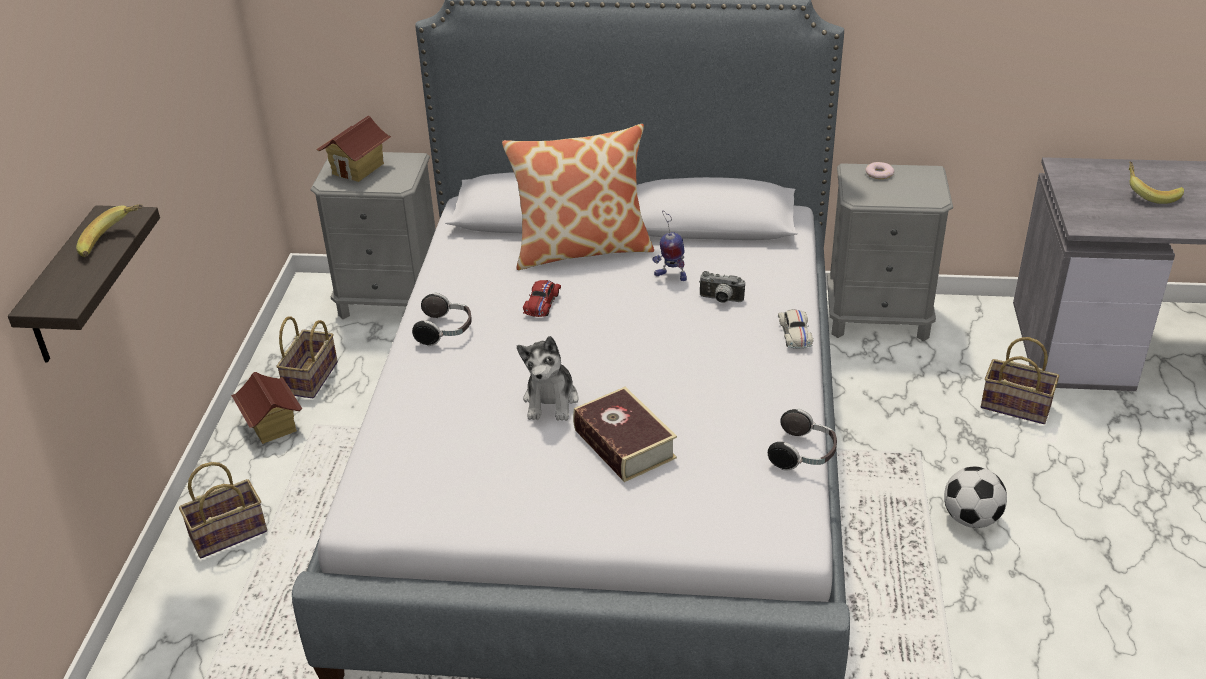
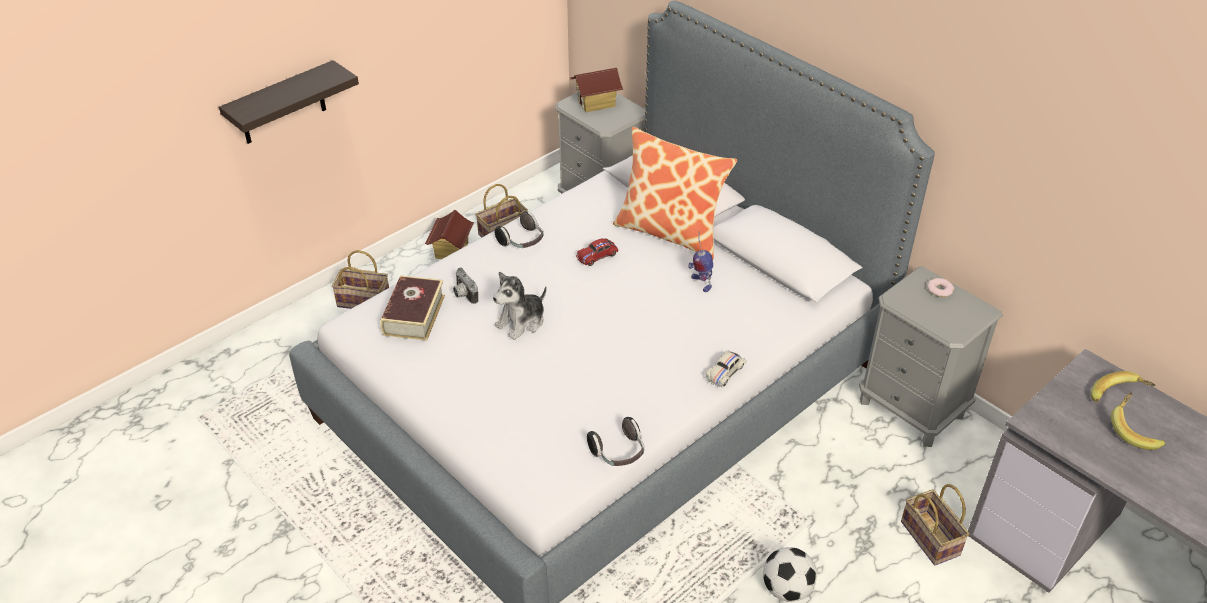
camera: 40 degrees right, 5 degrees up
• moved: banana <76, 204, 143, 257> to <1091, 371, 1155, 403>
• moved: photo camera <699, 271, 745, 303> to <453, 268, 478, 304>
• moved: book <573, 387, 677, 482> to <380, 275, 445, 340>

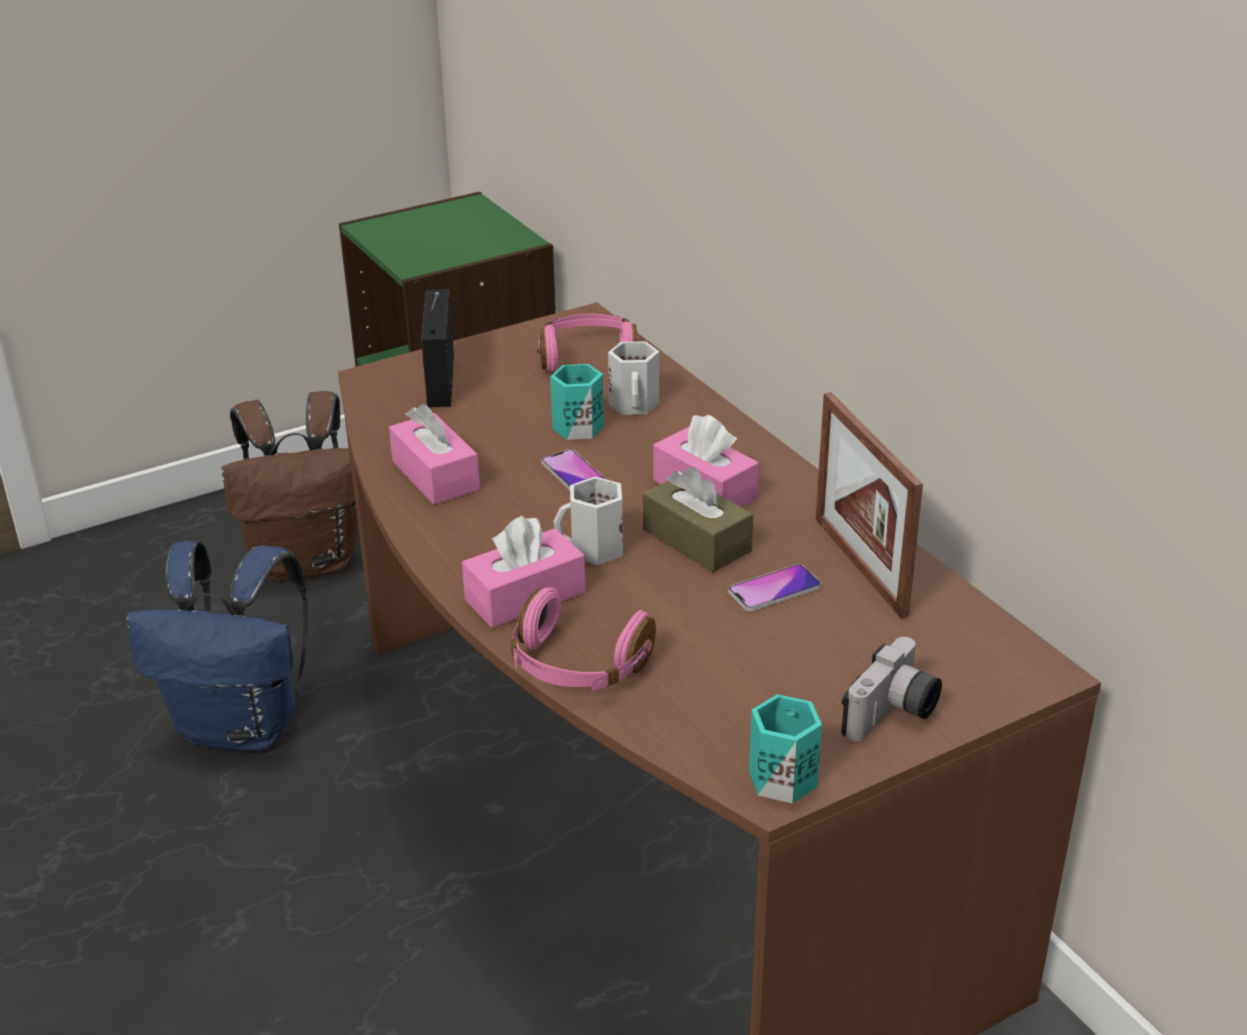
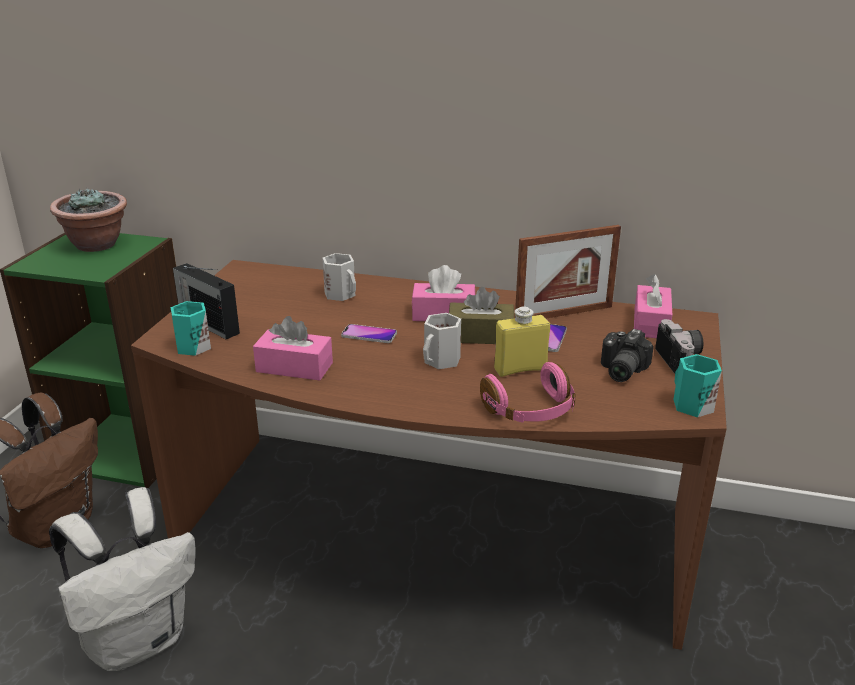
camera: 45 degrees left, 5 degrees down
• removed: pink headphones <537, 314, 641, 372>
• moved: turquoise mug <550, 364, 604, 440> to <170, 301, 211, 356>
• turned: picture frame <816, 392, 923, 619> = <515, 225, 621, 319> 45 degrees counterclockwise
• moved: pink tissue box <462, 516, 585, 628> to <634, 274, 672, 338>
• recoloured: blue backpack <127, 541, 308, 751> to white backpack <49, 487, 196, 671>
• added: potted plant <50, 187, 127, 252>
• added: yellow bottle <494, 306, 550, 377>
• added: photo camera <601, 329, 654, 382>

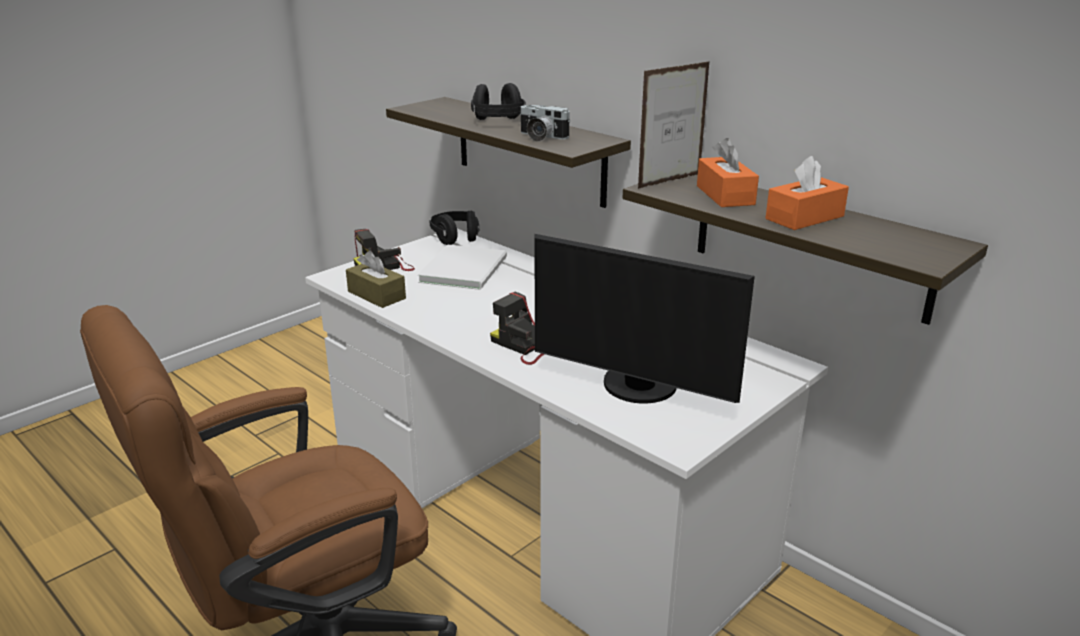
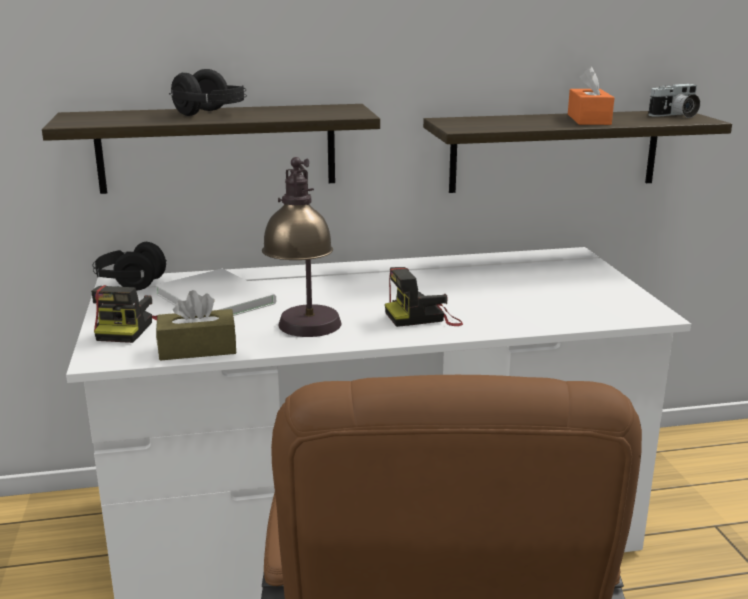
camera: 55 degrees left, 5 degrees down
• removed: picture frame <638, 61, 710, 189>
• moved: photo camera <520, 105, 570, 142> to <648, 84, 700, 118>
• removed: orange tissue box <697, 138, 759, 207>
• removed: monitor <534, 234, 755, 403>
• added: table lamp <262, 157, 342, 337>

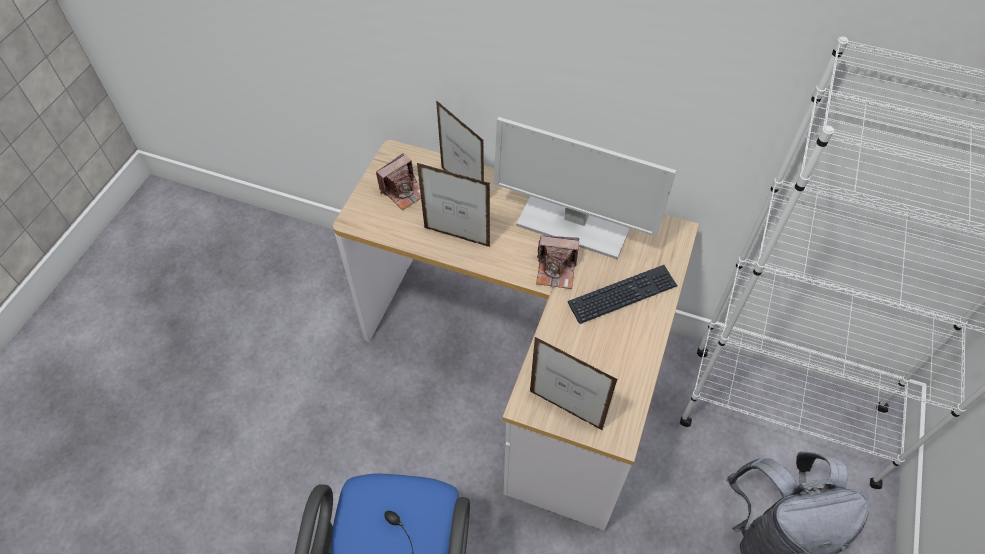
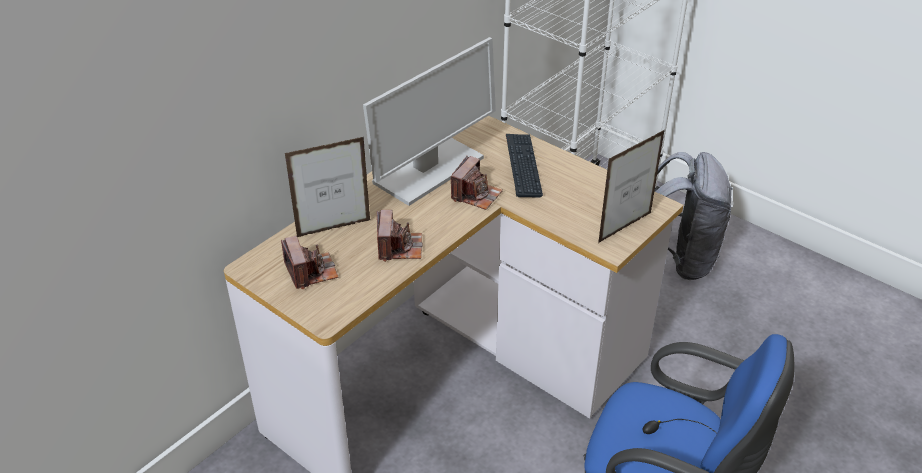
camera: 70 degrees left, 15 degrees down
• replaced: picture frame <417, 163, 490, 247> to photo camera <377, 210, 423, 262>

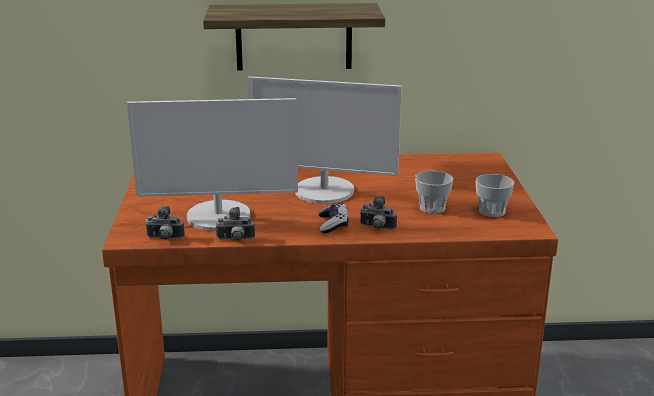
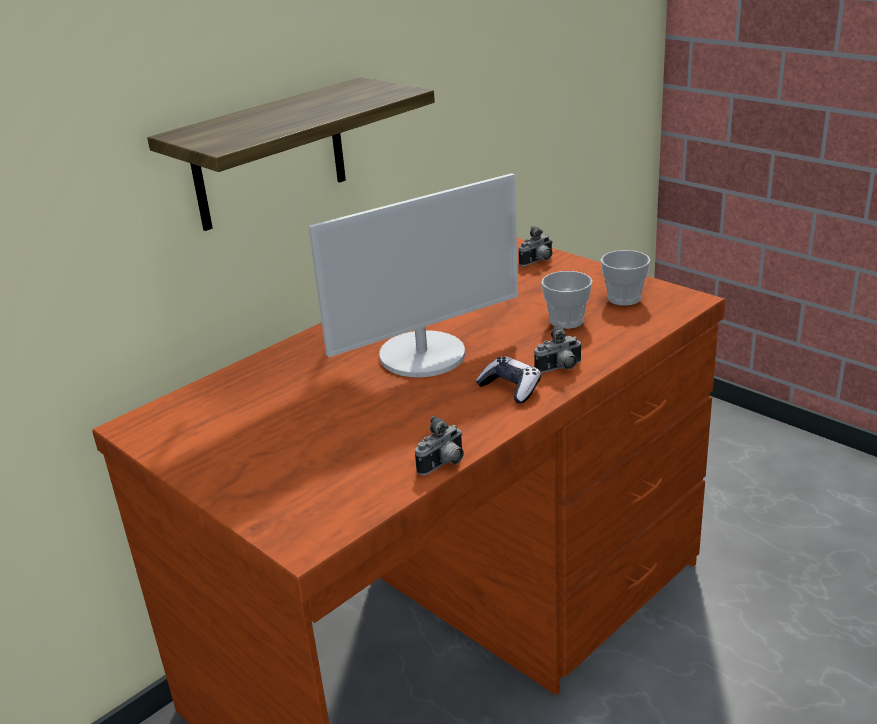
camera: 40 degrees left, 5 degrees up
• removed: monitor <127, 98, 298, 231>
• moved: photo camera <145, 206, 185, 240> to <518, 226, 553, 266>

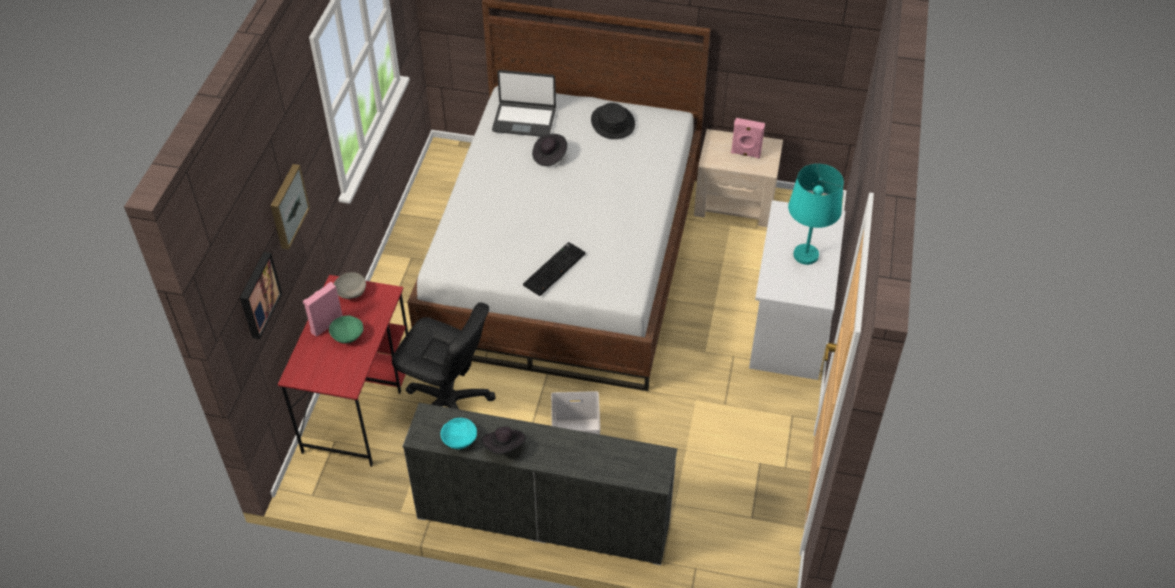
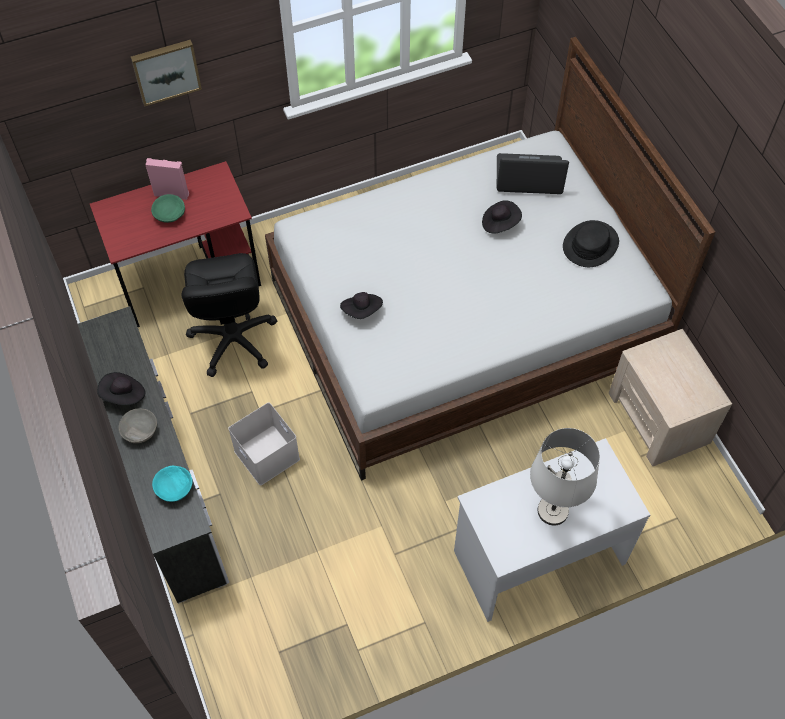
camera: 55 degrees right, 10 degrees up
• turned: laptop <492, 70, 556, 137> = <497, 153, 569, 194> 120 degrees clockwise
• removed: pink speaker <731, 118, 765, 159>
• recoloured: turquoise table lamp <788, 164, 844, 265> to white table lamp <530, 428, 600, 525>
• replaced: keyboard <523, 242, 585, 296> to black hat <340, 292, 383, 319>
• removed: picture <240, 252, 282, 339>
• moved: grey bowl <334, 272, 366, 299> to <119, 408, 157, 443>
• moved: turquoise bowl <440, 418, 477, 449> to <152, 466, 193, 502>

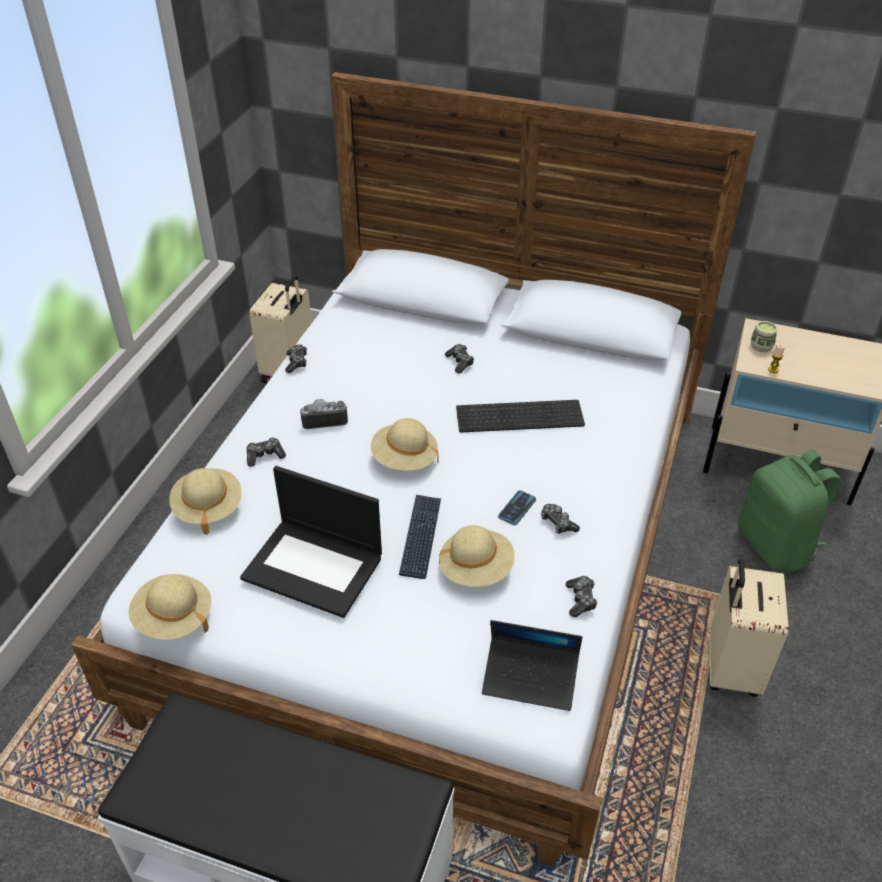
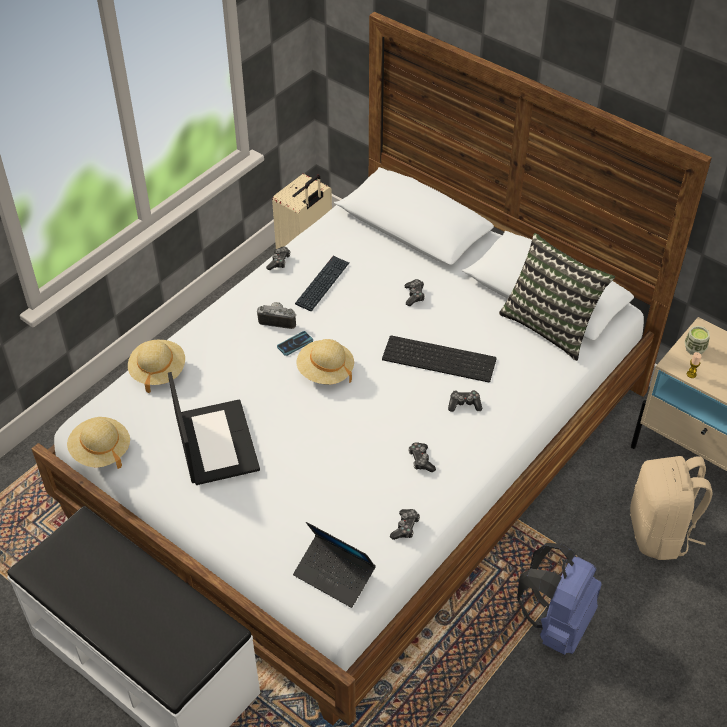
camera: 20 degrees right, 5 degrees up
• moved: game controller <247, 438, 286, 467> to <448, 390, 482, 412>
• recoloured: green backpack <738, 449, 841, 571> to beige backpack <630, 456, 712, 560>
• turned: laptop <240, 466, 382, 618> = <168, 372, 260, 485> 150 degrees counterclockwise
• moved: phone <498, 490, 536, 525> to <277, 331, 313, 356>
• moved: keyboard <399, 495, 441, 579> to <295, 256, 349, 311>
• removed: beige hat <439, 525, 515, 587>
• replaced: beige suitcase <709, 559, 789, 697> to blue backpack <517, 543, 602, 655>
• added: pillow <499, 233, 615, 361>

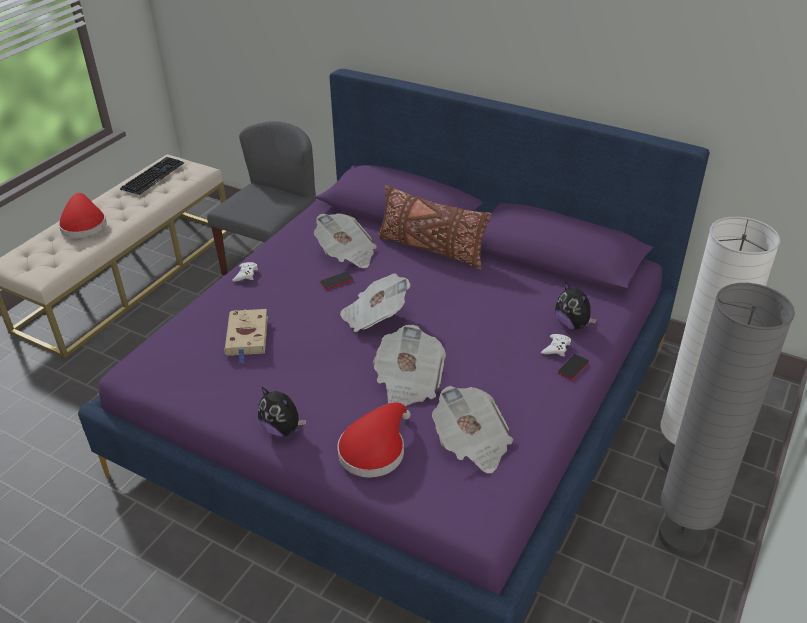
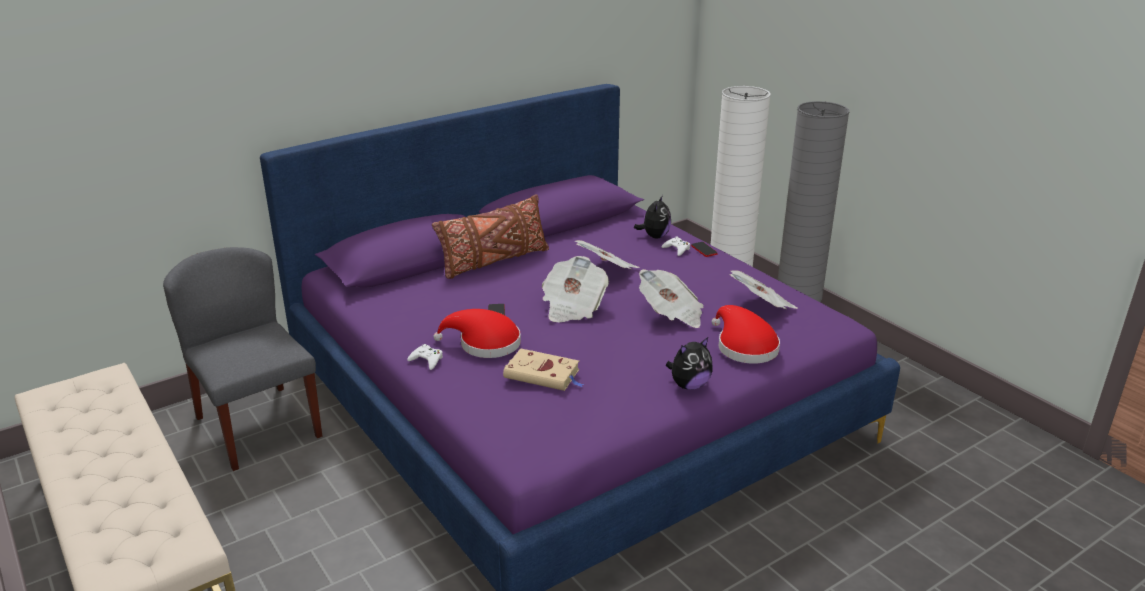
camera: 65 degrees left, 10 degrees down
• removed: keyboard <120, 157, 184, 195>
• moved: red hat <59, 193, 107, 238> to <434, 309, 521, 358>
• moved: newspaper <314, 213, 377, 268> to <575, 240, 640, 269>
• turned: plush toy <555, 282, 597, 330> = <634, 195, 671, 238> 60 degrees counterclockwise

